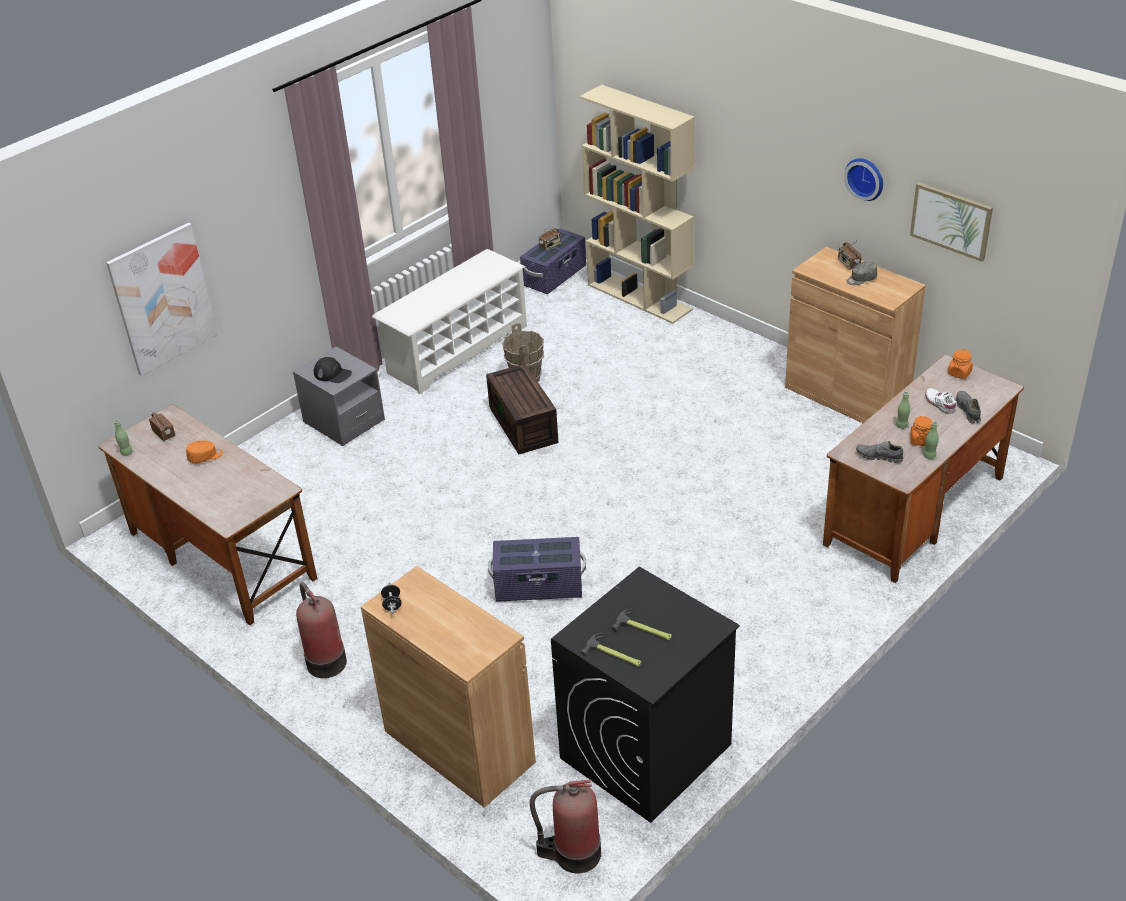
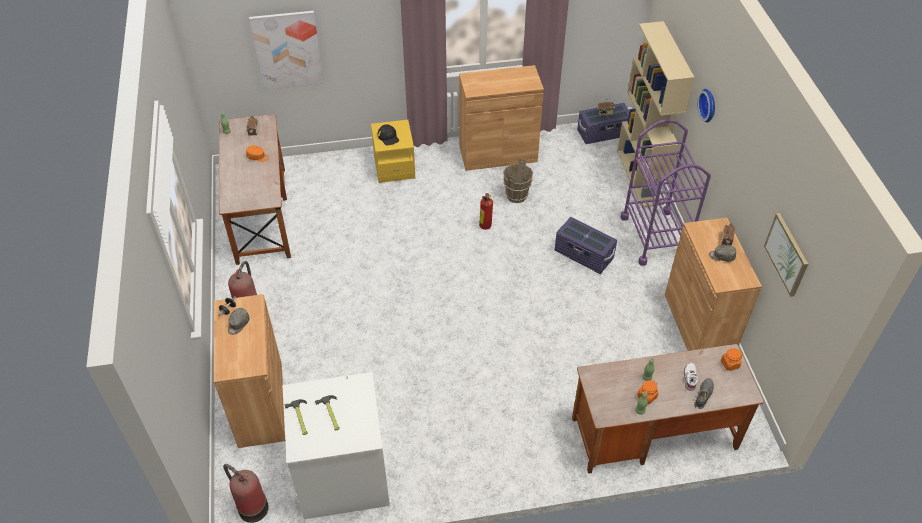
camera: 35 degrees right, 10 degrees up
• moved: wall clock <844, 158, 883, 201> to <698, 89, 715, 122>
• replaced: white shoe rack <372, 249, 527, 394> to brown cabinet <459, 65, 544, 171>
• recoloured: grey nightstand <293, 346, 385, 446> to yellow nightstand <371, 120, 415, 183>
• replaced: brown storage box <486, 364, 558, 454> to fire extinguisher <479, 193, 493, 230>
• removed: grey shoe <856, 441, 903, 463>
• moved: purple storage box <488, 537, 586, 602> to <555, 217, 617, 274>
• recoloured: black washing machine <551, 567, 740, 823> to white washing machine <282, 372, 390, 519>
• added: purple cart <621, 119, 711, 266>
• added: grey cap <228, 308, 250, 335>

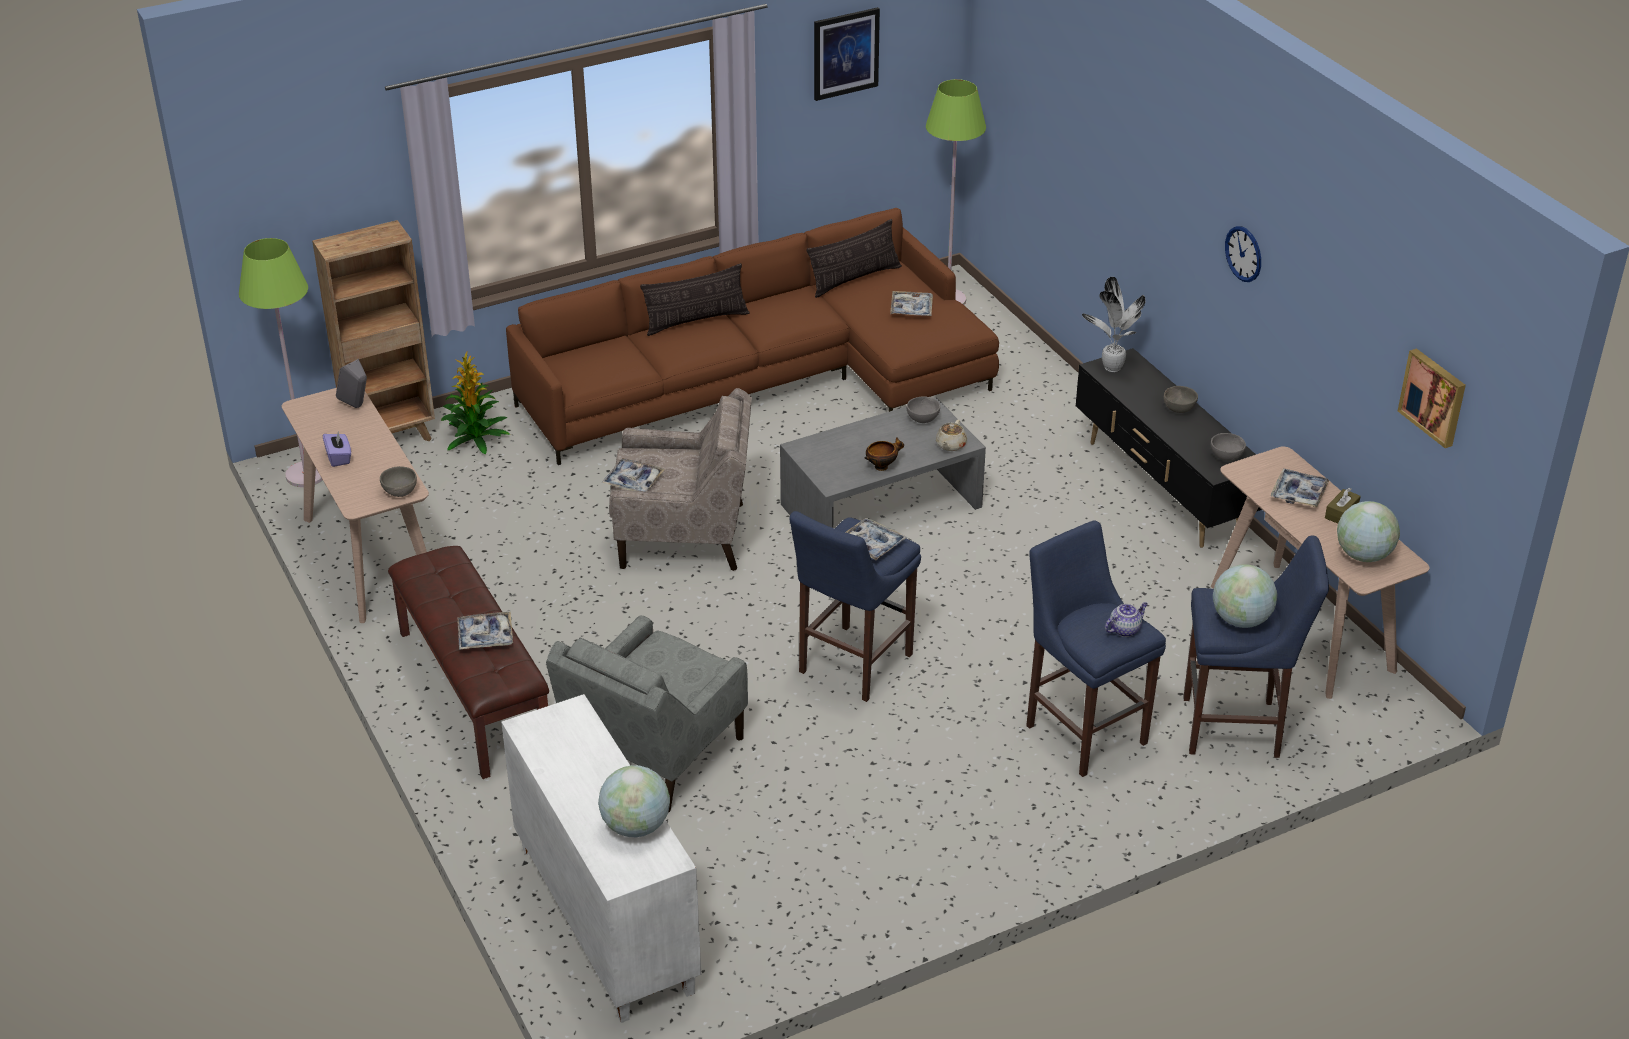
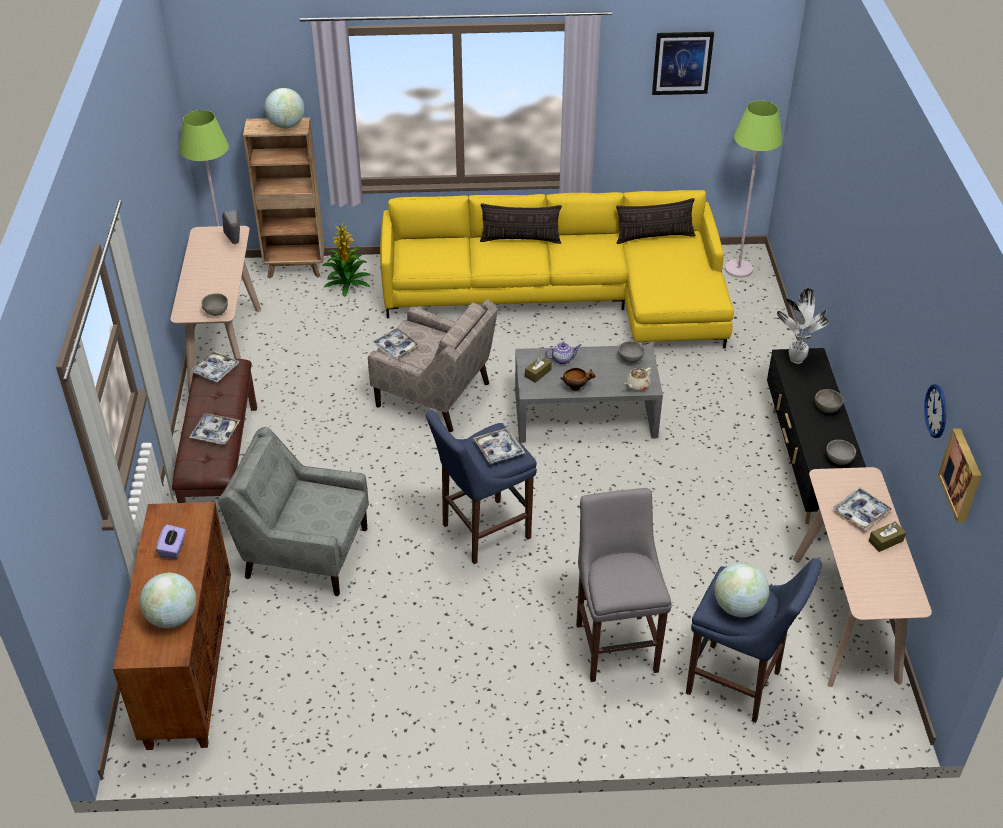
camera: 25 degrees right, 5 degrees up
• recoloured: brown sofa <506, 208, 999, 465> to yellow sofa <380, 190, 734, 348>
• moved: wall clock <1225, 226, 1261, 282> to <924, 384, 946, 438>
• moved: tray <890, 291, 933, 316> to <190, 351, 239, 382>
• moved: purple tissue box <323, 430, 351, 467> to <156, 524, 185, 559>
• moved: globe <1337, 501, 1400, 562> to <265, 88, 304, 129>
• recoloured: blue stool <1026, 521, 1166, 777> to grey stool <576, 488, 672, 682>
• moved: teapot <1105, 602, 1148, 637> to <545, 343, 580, 364>
• turned: grey armchair <546, 615, 748, 812> = <218, 427, 369, 596> 45 degrees clockwise
• recoloured: white cabinet <501, 694, 701, 1023> to brown cabinet <113, 502, 231, 750>
• added: brown tissue box <525, 356, 552, 383>

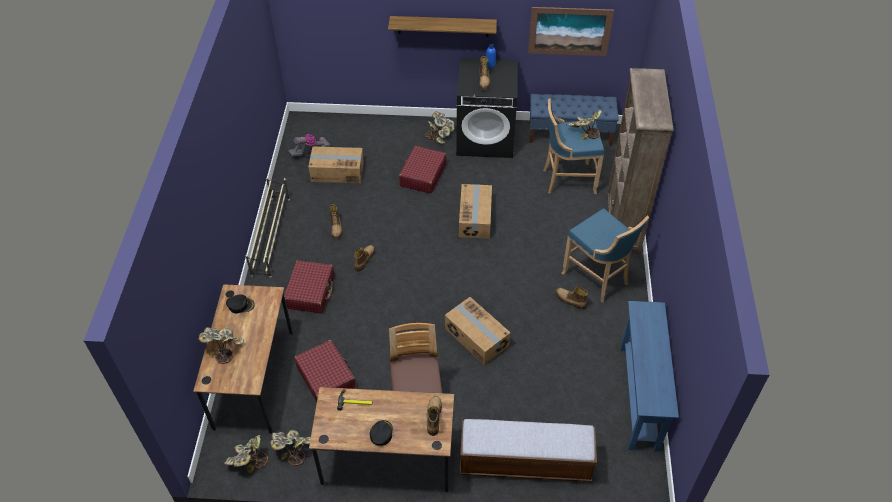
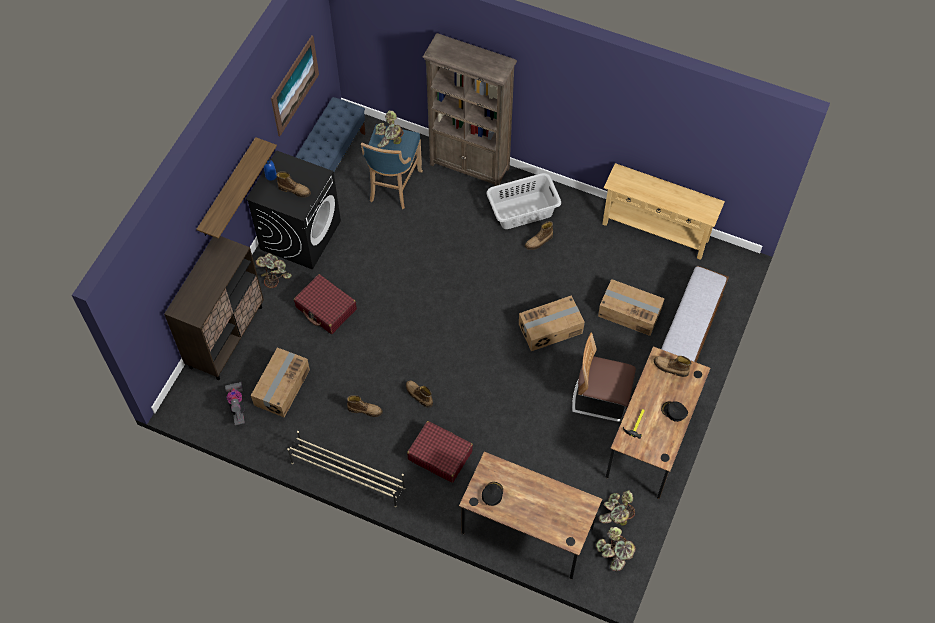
camera: 70 degrees left, 10 degrees up
• moved: cardboard box <459, 184, 492, 238> to <598, 279, 665, 336>
• replaced: blue stool <562, 208, 649, 302> to grey laundry basket <486, 173, 561, 229>
• recoloured: blue console table <620, 301, 679, 452> to beige console table <602, 163, 725, 260>
• removed: potted plant <198, 327, 244, 364>
• removed: red suitcase <294, 340, 356, 402>
• added: brown cabinet <164, 236, 264, 380>

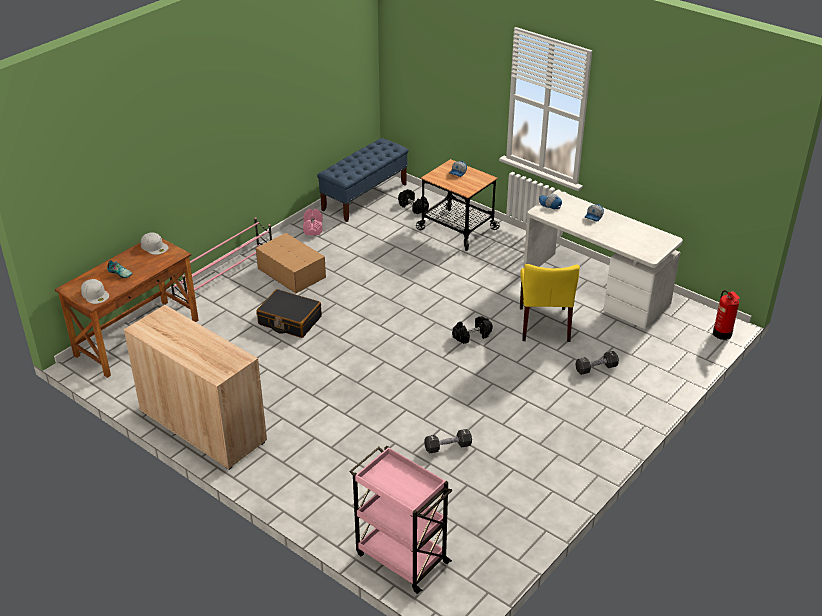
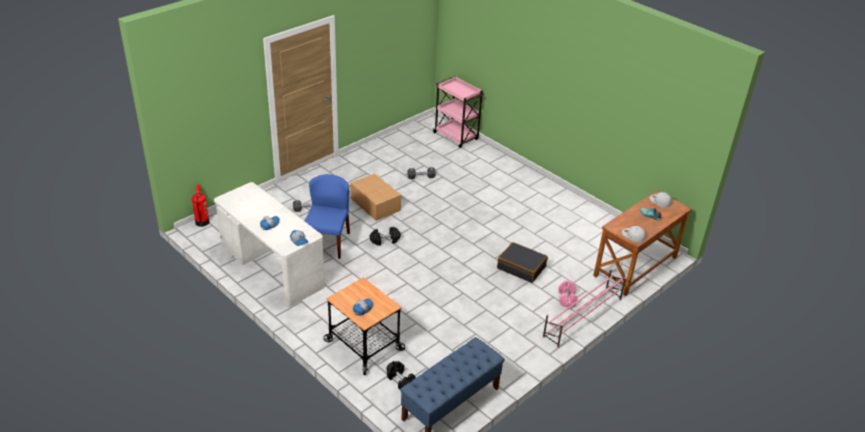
camera: 175 degrees left, 0 degrees up
• moved: pink dumbbell <303, 209, 323, 236> to <558, 280, 578, 308>
• moved: cardboard box <256, 233, 326, 293> to <350, 173, 401, 221>
• recoloured: yellow chair <520, 264, 580, 342> to blue chair <305, 174, 350, 259>
• removed: beige cabinet <124, 305, 267, 470>

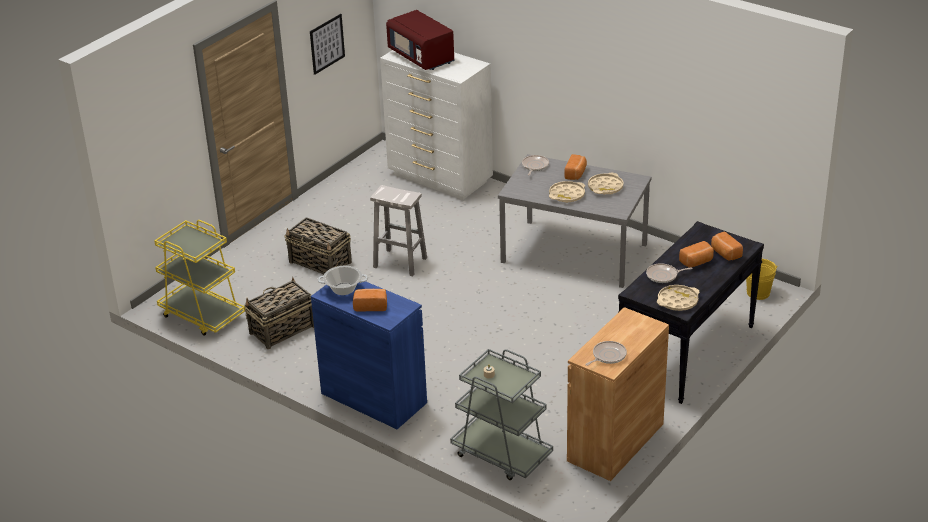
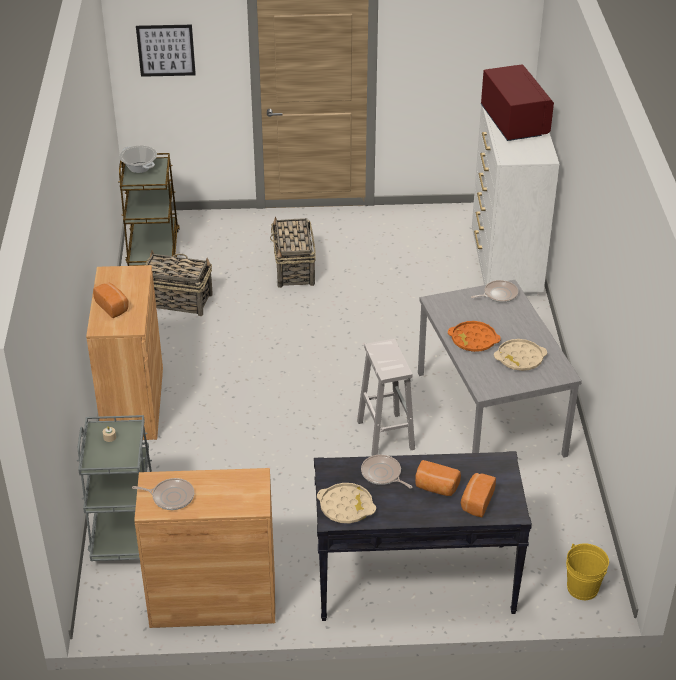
camera: 50 degrees right, 5 degrees up
• turned: red microwave <386, 10, 455, 70> = <481, 65, 554, 141> 150 degrees clockwise
• moved: picture <310, 14, 345, 75> to <136, 25, 196, 77>
• removed: bread <564, 154, 587, 180>
• recoloured: beige tray <549, 181, 585, 203> to orange tray <448, 321, 501, 352>
• moved: white stool <370, 185, 427, 277> to <357, 339, 415, 456>
• recoloured: yellow cart <154, 220, 245, 336> to brown cart <118, 153, 180, 266>
• moved: cooking pot <317, 266, 368, 295> to <119, 146, 157, 173>
• recoloured: blue cabinet <311, 281, 427, 429> to brown cabinet <86, 265, 163, 440>

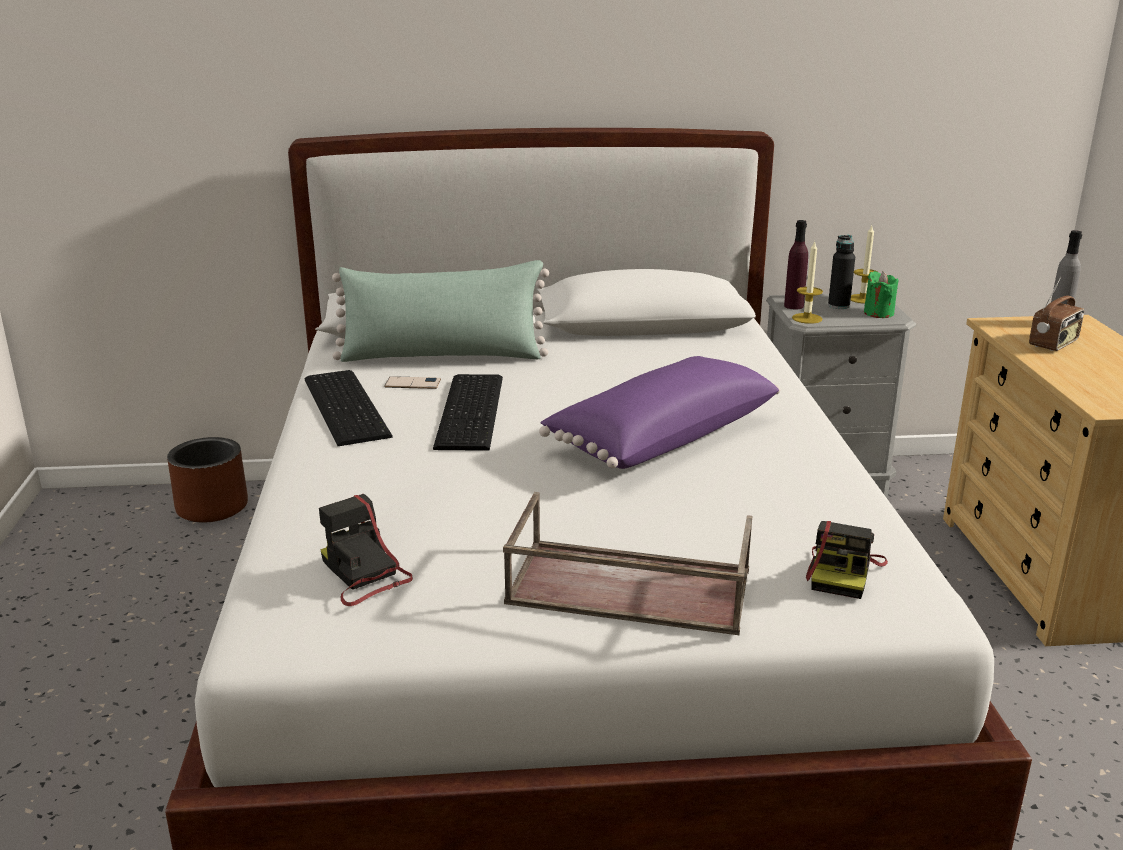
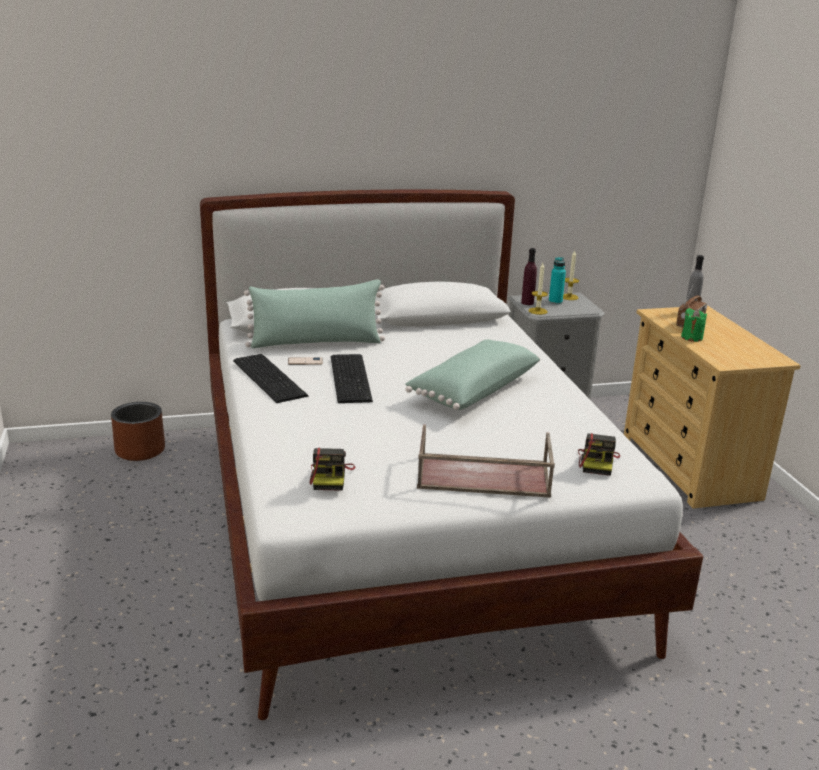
camera: 10 degrees left, 0 degrees up
• recoloured: black bottle <828, 235, 855, 309> to turquoise bottle <549, 257, 566, 304>
• moved: green candle <864, 271, 898, 318> to <681, 308, 707, 342>
• recoloured: purple pillow <539, 356, 780, 469> to green pillow <405, 339, 540, 410>
• turned: photo camera <319, 494, 413, 606> = <310, 448, 355, 491> 135 degrees counterclockwise

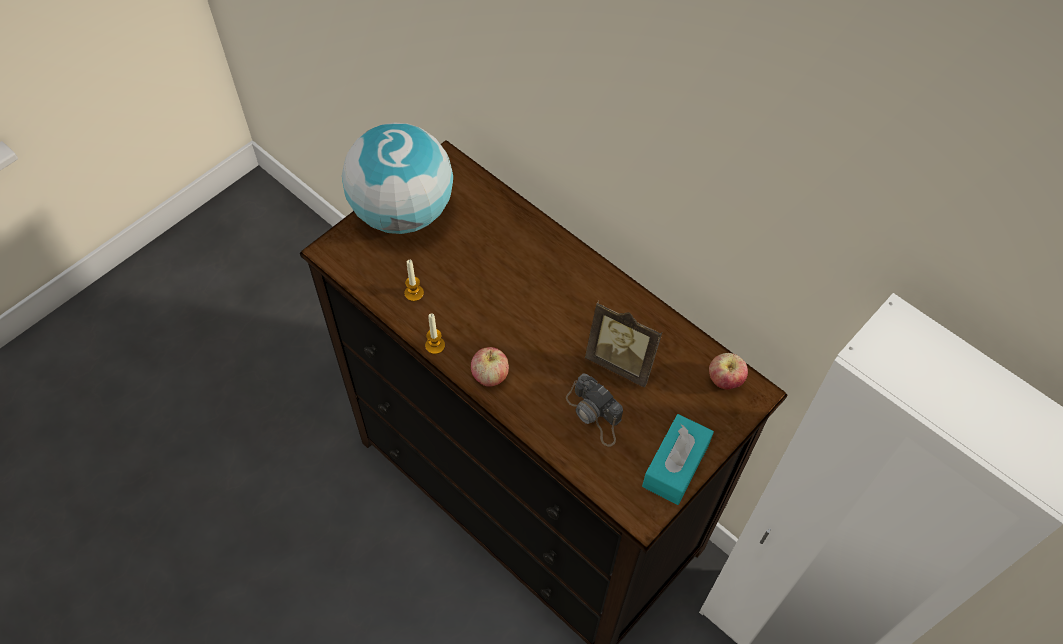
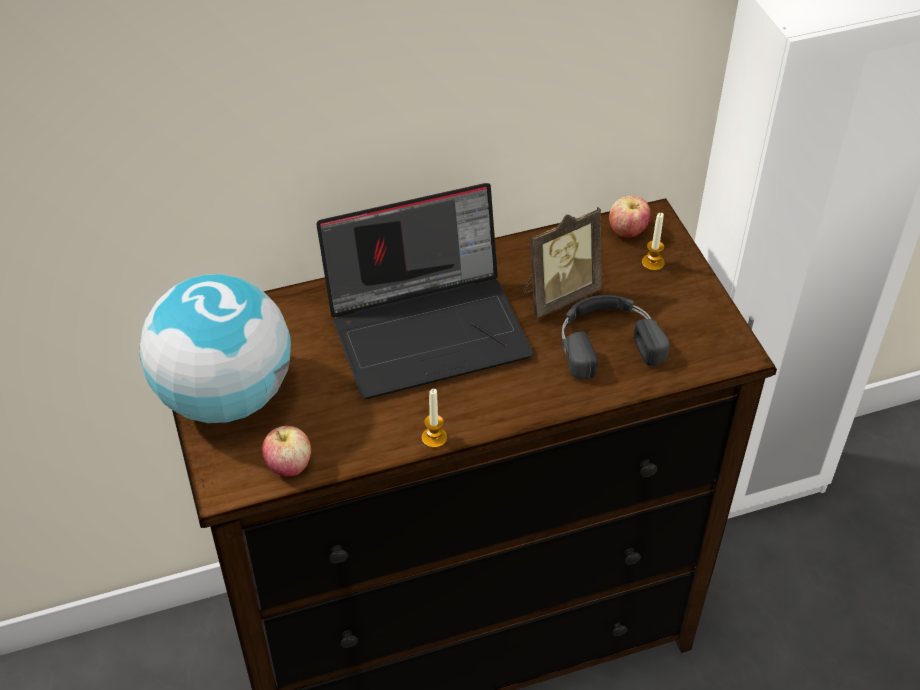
camera: 60 degrees left, 10 degrees down
• moved: candle <404, 260, 424, 301> to <642, 213, 665, 271>
• moved: apple <471, 347, 509, 387> to <262, 426, 311, 477>
• replaced: photo camera <566, 373, 623, 447> to black headphones <562, 295, 670, 379>
• removed: turquoise tissue box <642, 414, 714, 505>
• added: laptop <316, 183, 533, 399>

